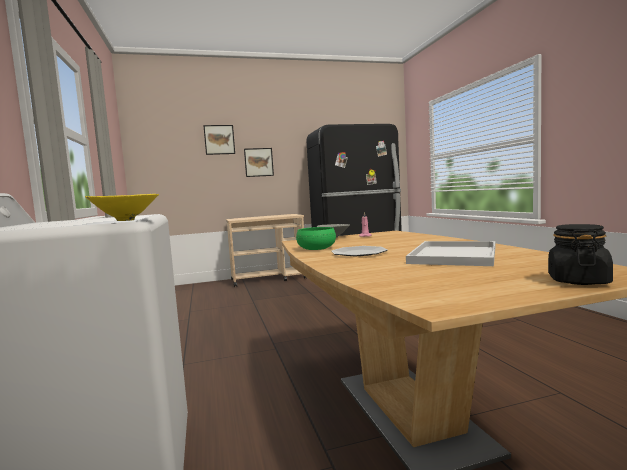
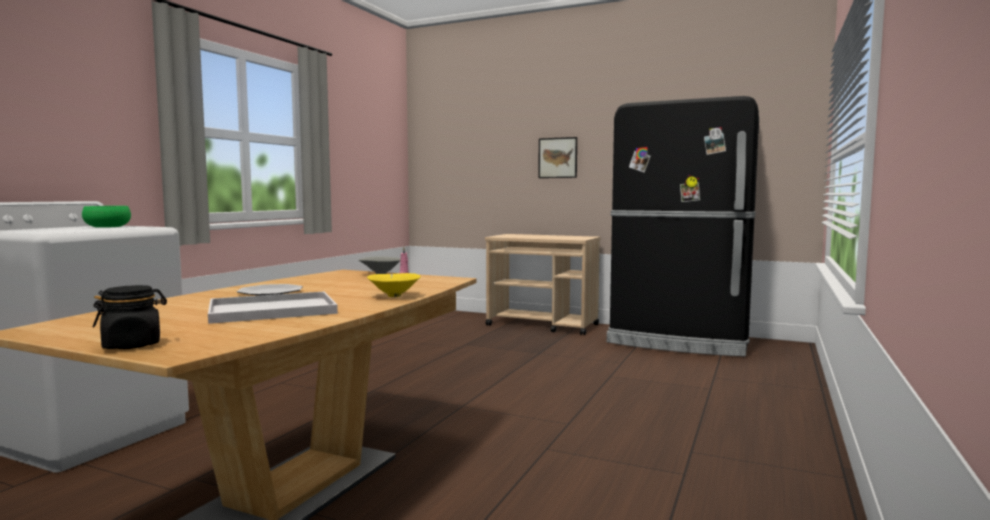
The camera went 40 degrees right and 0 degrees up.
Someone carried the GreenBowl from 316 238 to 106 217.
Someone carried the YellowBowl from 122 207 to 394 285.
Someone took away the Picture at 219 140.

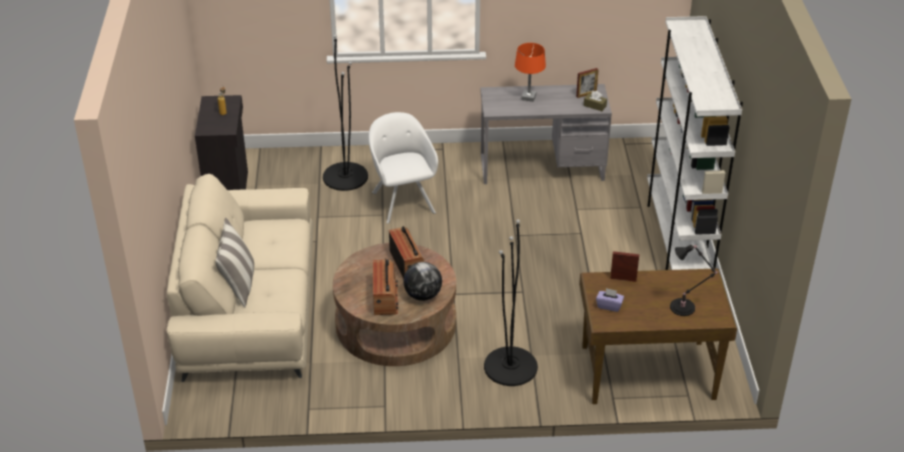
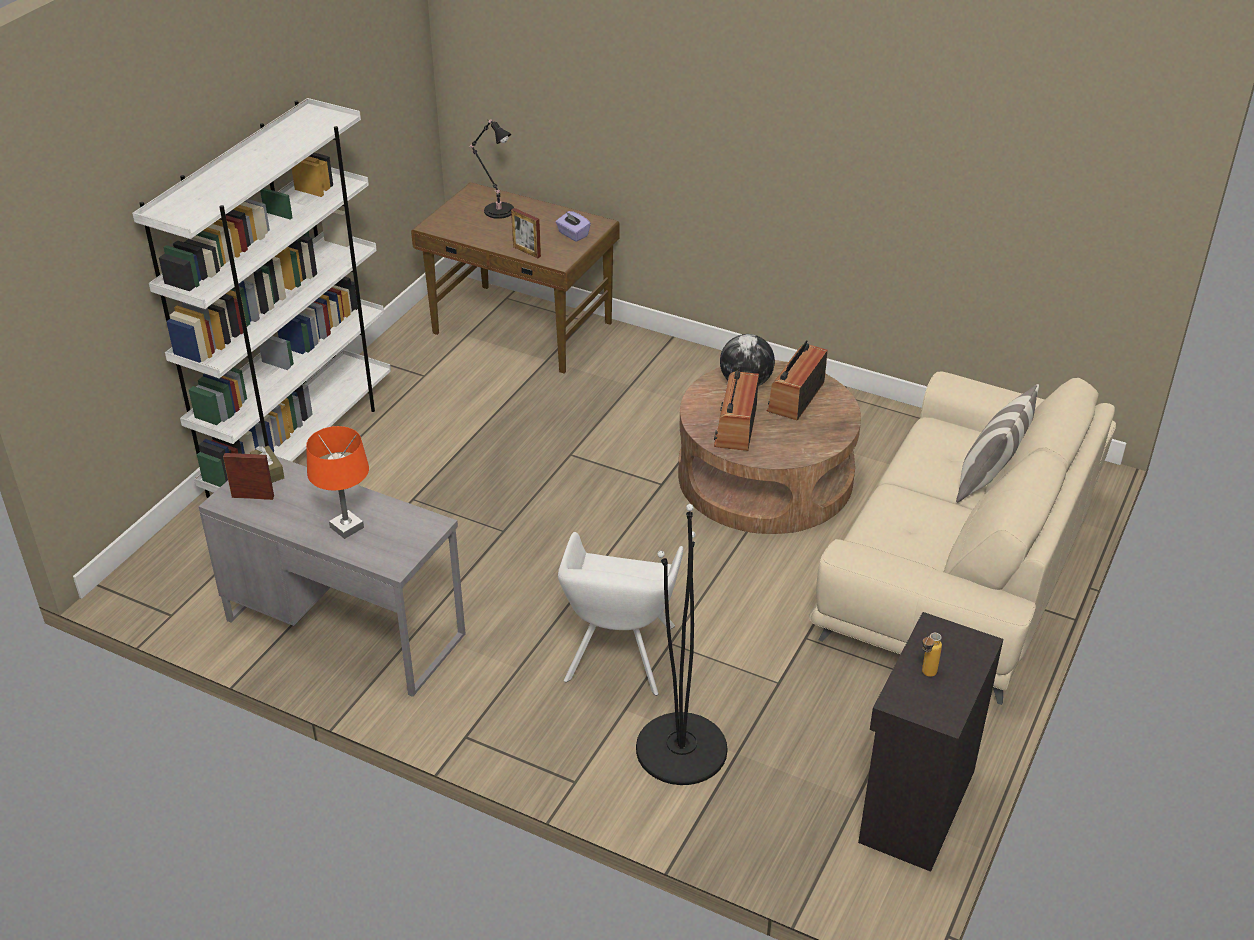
The camera went 150 degrees left and 0 degrees up.
Someone took away the BlackFloorLamp at 511 302.

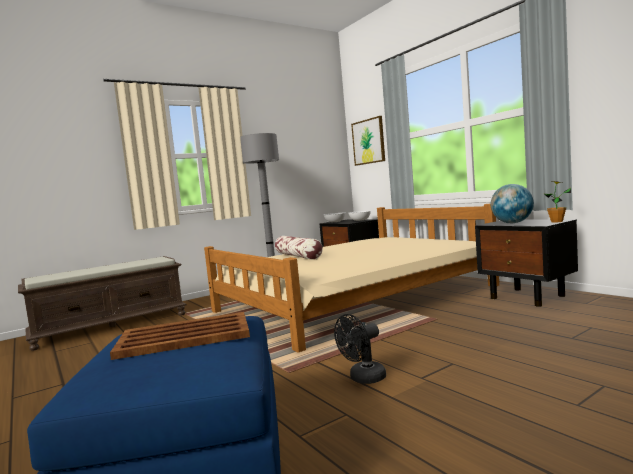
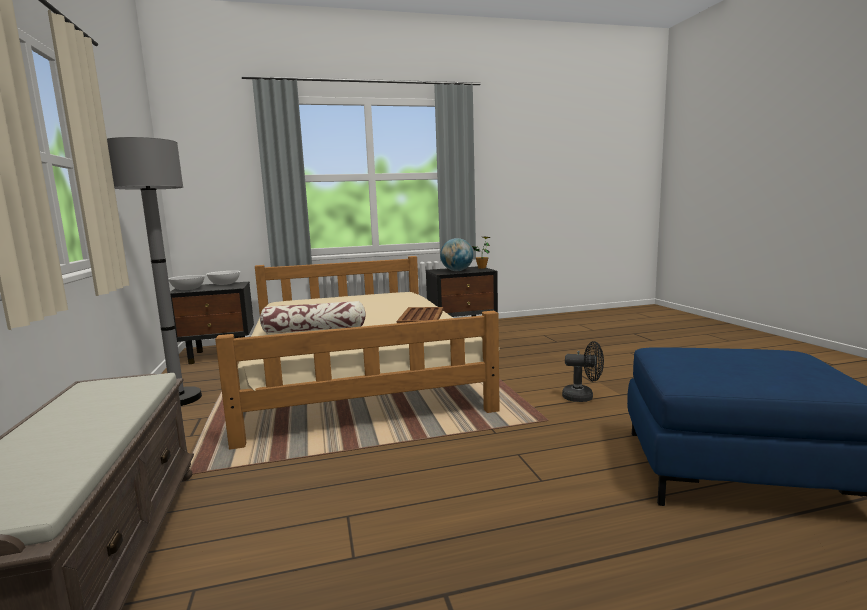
The camera went 70 degrees left and 5 degrees up.
Someone carried the BrownTray from 180 336 to 420 315.
Someone rotated the BlackFan at 360 349 by 60 degrees counterclockwise.
Someone took away the Picture at 368 141.

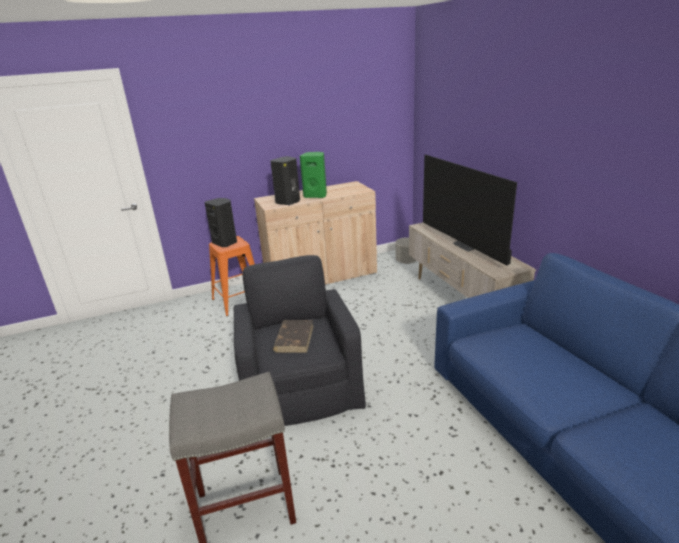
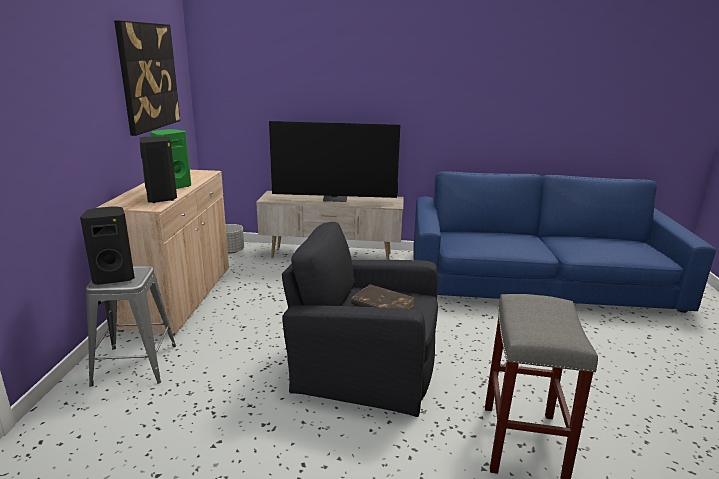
The camera went 65 degrees left and 5 degrees down.
Someone repainted the OrangeStool at 232 276, which became the GreyStool at 131 326.
Someone put up the Picture at 147 78.

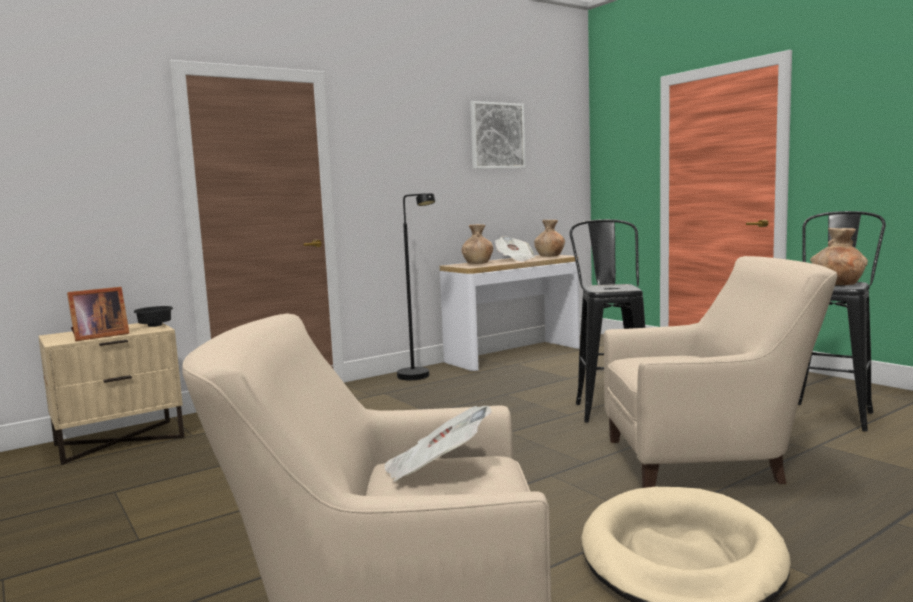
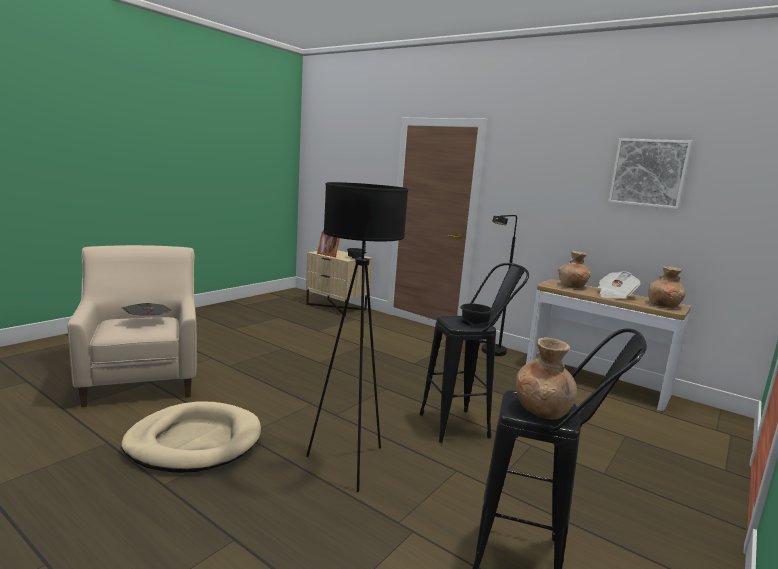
The camera went 70 degrees right and 5 degrees up.
Someone swapped the BeigeArmchair at 720 372 for the BlackFloorLamp at 357 337.
Someone put down the BlackBowl at 476 313.

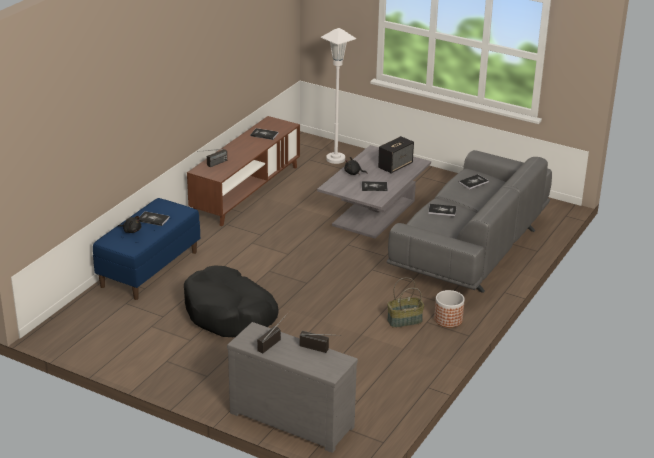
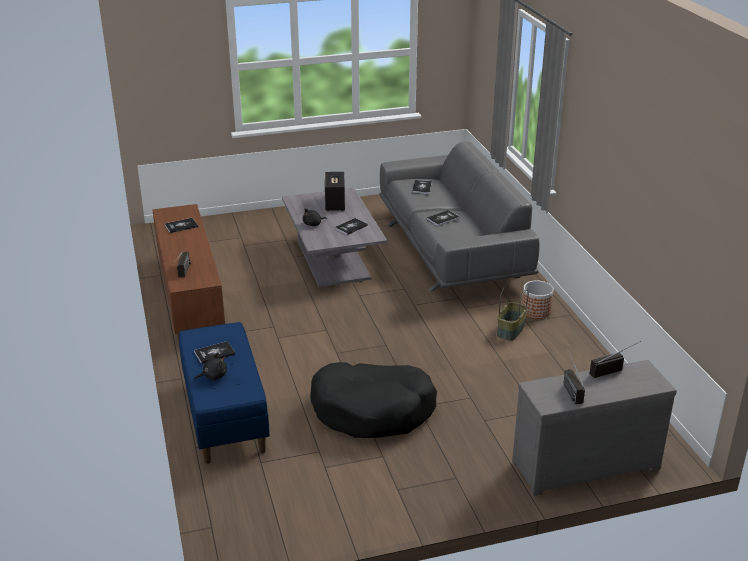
The camera went 45 degrees left and 0 degrees up.
Someone took away the WhiteFloorLamp at 338 96.

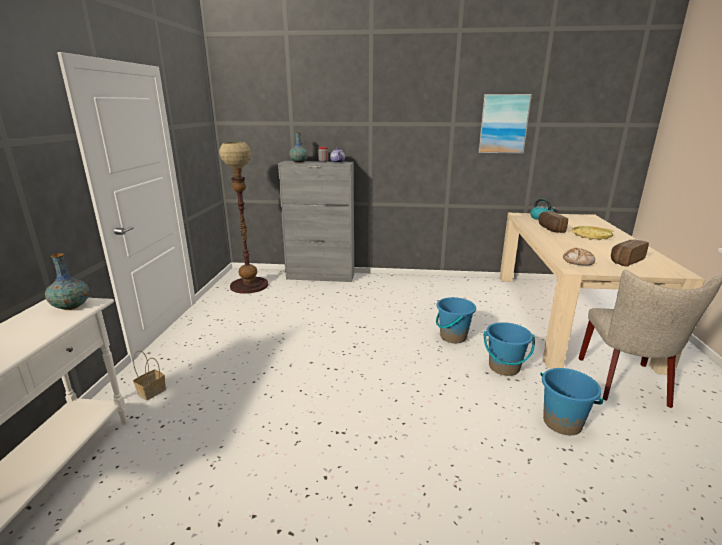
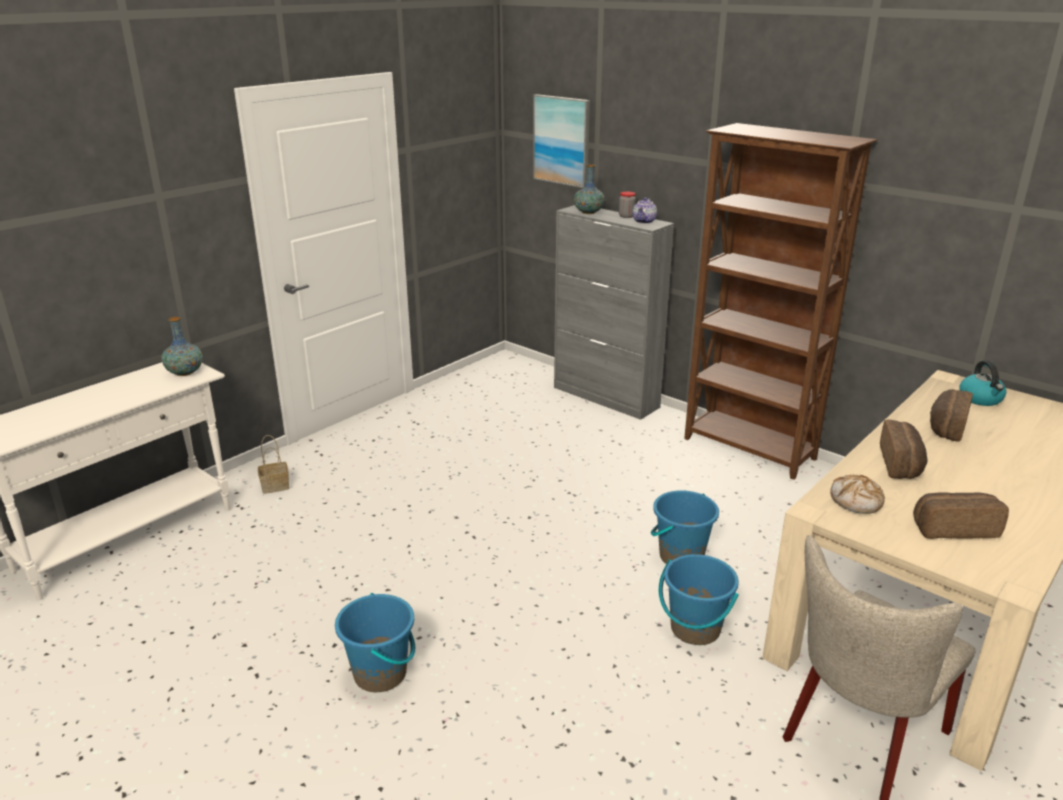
The camera went 35 degrees right and 5 degrees up.
Someone carried the BlueBucket from 572 402 to 375 642.
Someone carried the Picture from 505 123 to 561 141.
Someone put down the BrownBookcase at 780 301.
Someone put down the Bread at 904 449.
Someone took away the FloorLamp at 243 218.
Someone took away the YellowTray at 592 233.

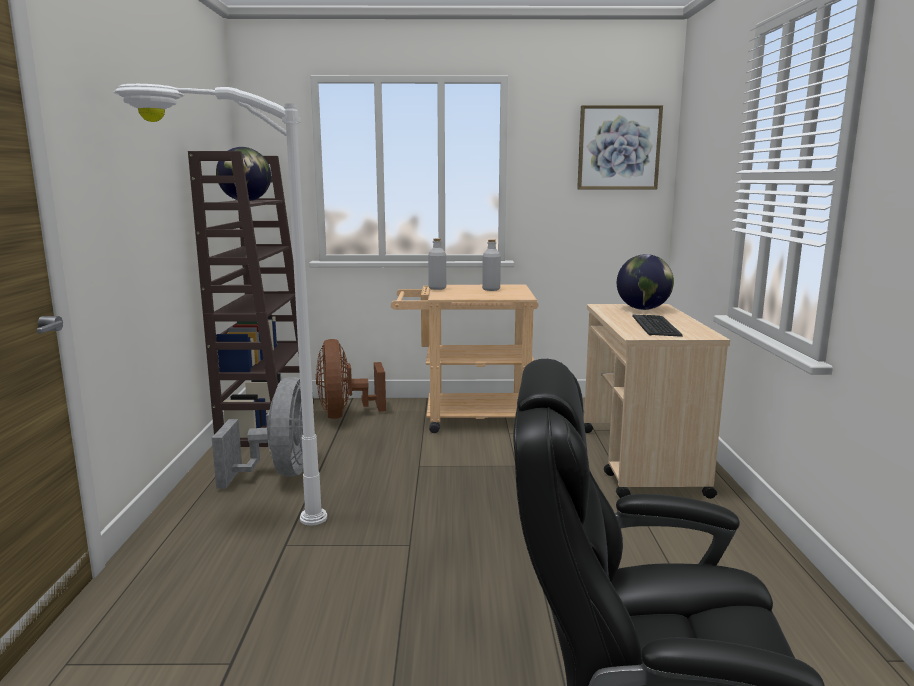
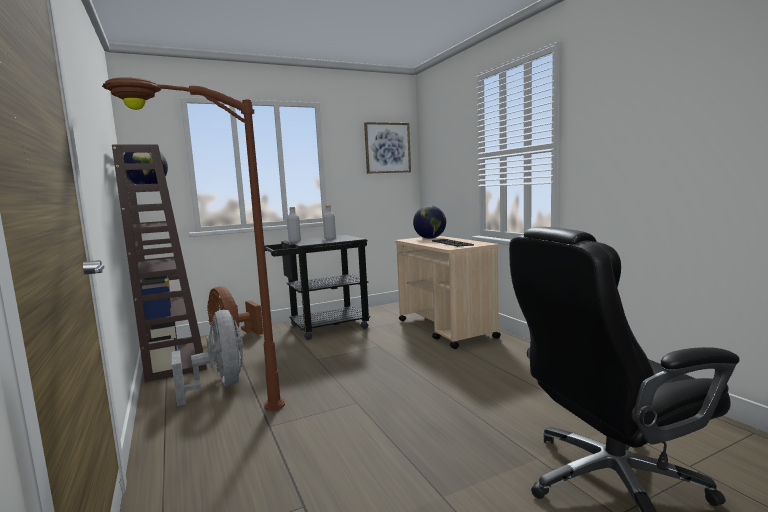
The camera went 25 degrees left and 5 degrees down.
Someone repainted the WhiteFloorLamp at 220 305, which became the BrownFloorLamp at 193 244.
Someone repainted the BeigeCart at 464 359, which became the BlackCart at 317 287.

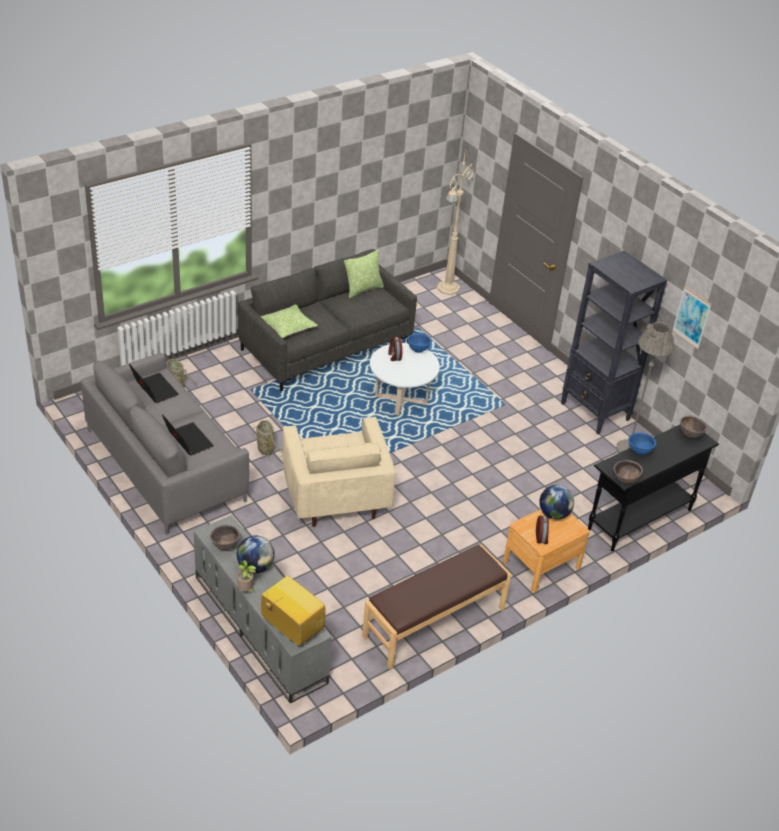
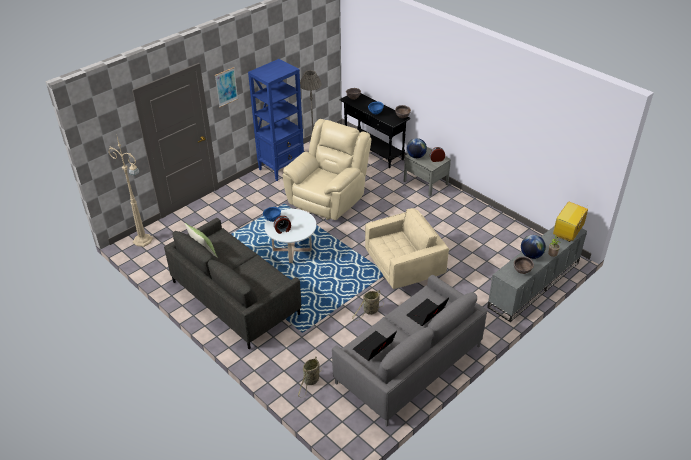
The camera went 95 degrees left and 0 degrees up.
Someone carried the Picture from 692 318 to 226 87.
Someone repainted the BlackBookcase at 614 342, which became the BlueBookcase at 276 120.
Someone put down the BeigeArmchair at 327 169.
Someone repainted the BrownNightstand at 546 551, which became the GreyNightstand at 427 171.
Someone took away the Pillow at 289 321.
Someone took away the BrownBench at 436 606.

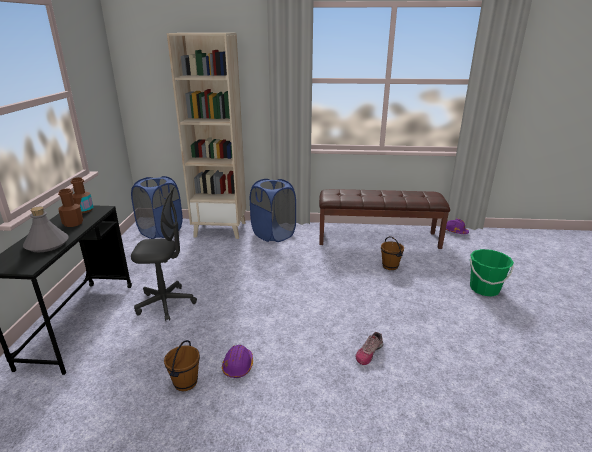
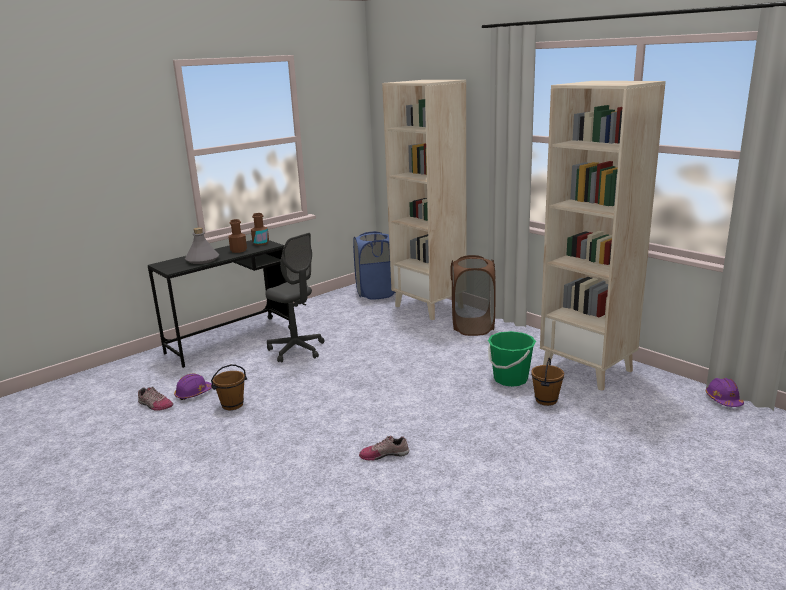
The camera went 45 degrees right and 5 degrees down.
Someone put down the Shoe at 155 399.
Someone carried the PurpleHardHat from 237 361 to 193 387.
Someone repainted the BlueLaundryBasket at 273 210, which became the BrownLaundryBasket at 473 295.
Someone carried the GreenBucket from 492 272 to 512 359.
Someone swapped the BrownBench at 384 219 for the BeigeBookcase at 603 236.

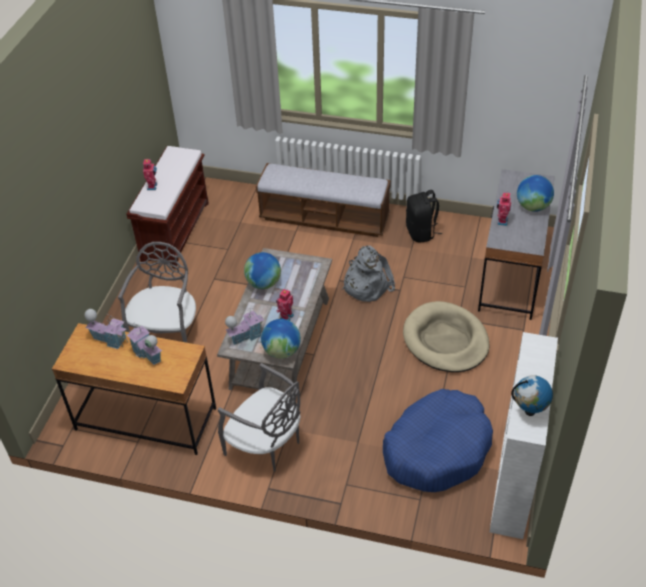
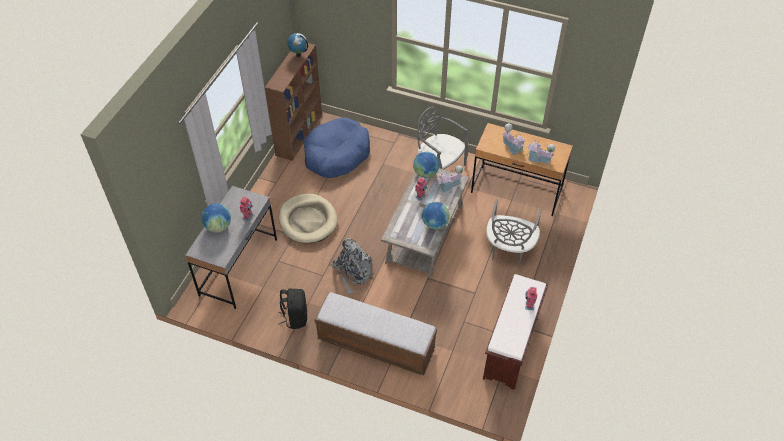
The camera went 175 degrees left and 5 degrees up.
Someone repainted the WhiteBookcase at 524 435, which became the BrownBookcase at 293 102.

